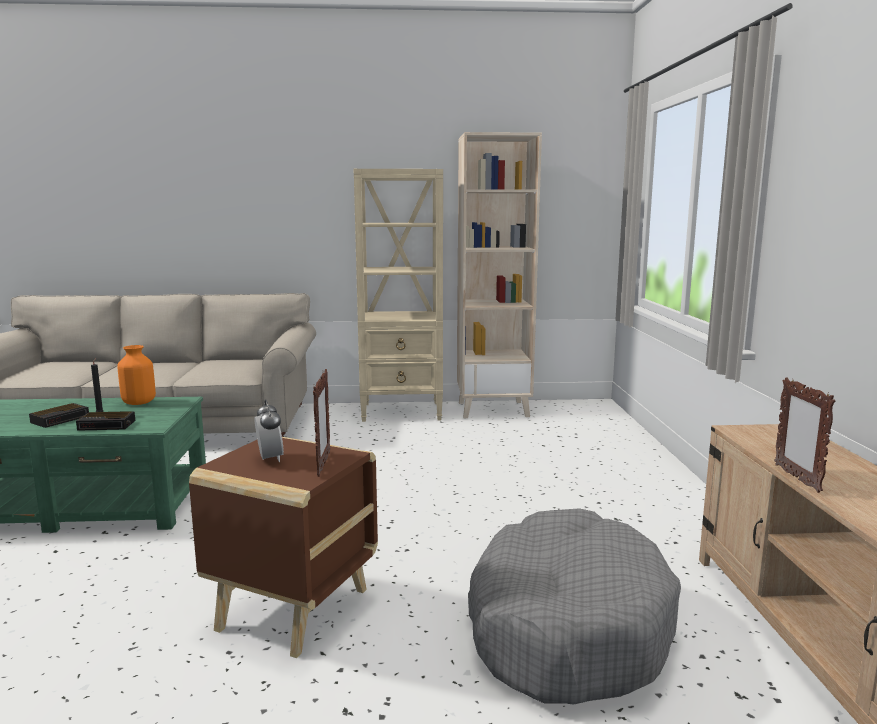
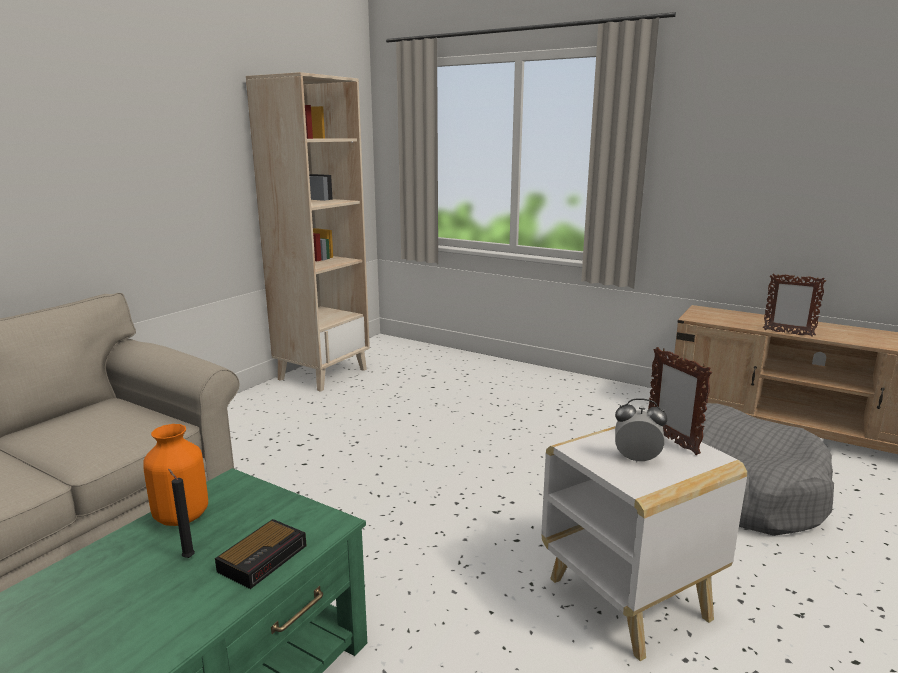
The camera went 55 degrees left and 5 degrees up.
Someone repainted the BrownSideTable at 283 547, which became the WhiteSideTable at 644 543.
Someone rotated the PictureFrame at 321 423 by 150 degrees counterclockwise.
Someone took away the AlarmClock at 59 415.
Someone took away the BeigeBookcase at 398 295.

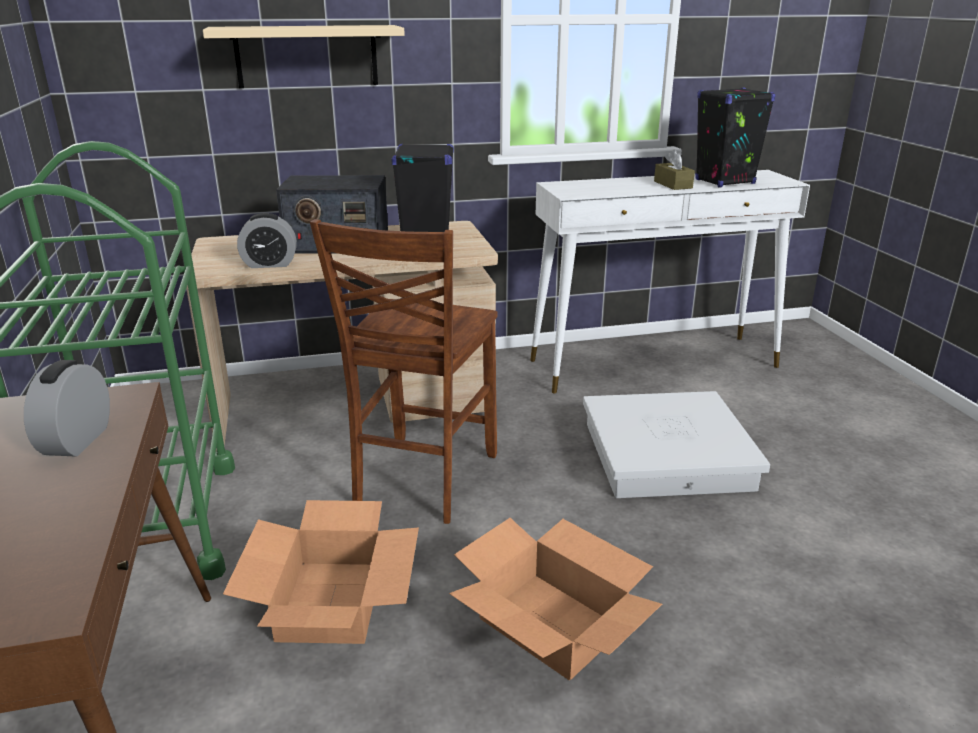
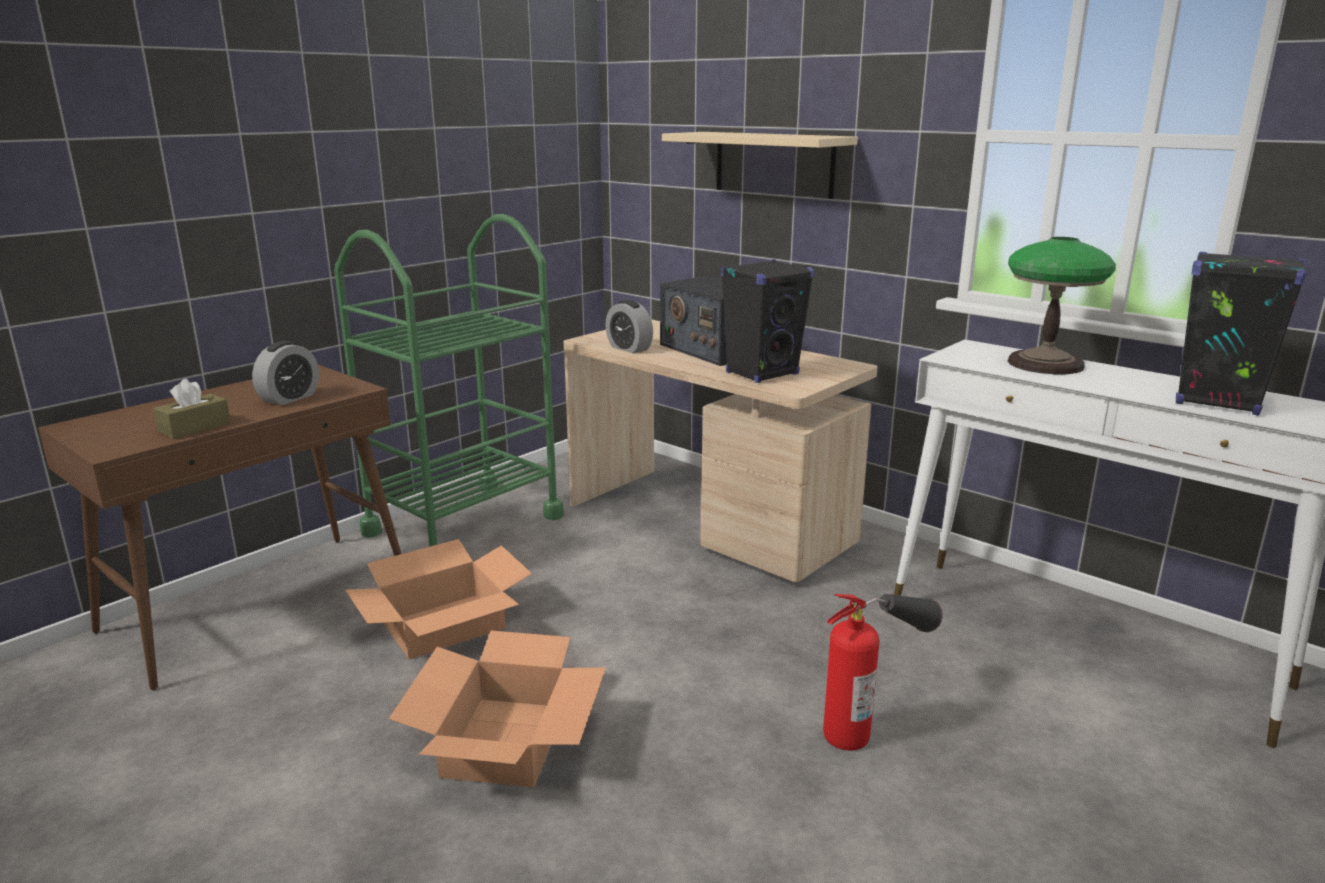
The camera went 55 degrees right and 5 degrees down.
Someone carried the BrownTissueBox from 674 170 to 192 409.
Someone rotated the AlarmClock at 67 408 by 150 degrees clockwise.
Someone swapped the WhiteStorageBox at 676 444 for the FireExtinguisher at 883 672.
Someone put down the TableLamp at 1062 305.
Someone took away the BrownChair at 404 371.

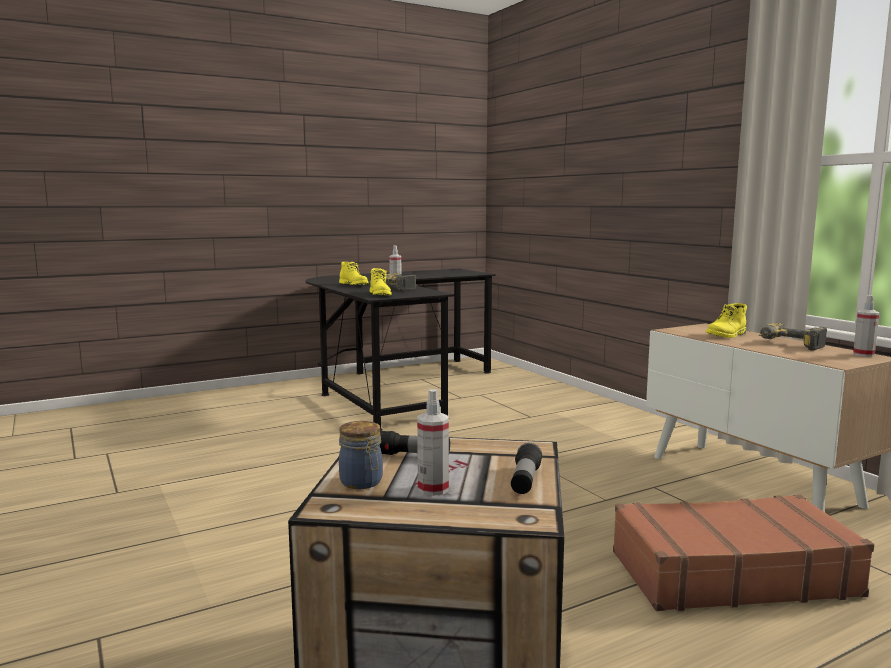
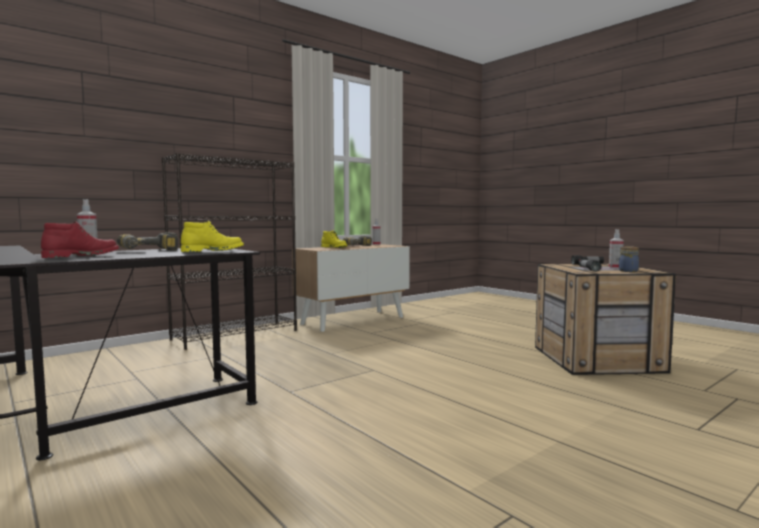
The camera went 100 degrees left and 5 degrees down.
Someone repainted the YellowBoot at 354 273, which became the RedBoot at 80 239.
Someone put down the BlackBookcase at 229 251.
Someone took away the BrownSuitcase at 743 553.

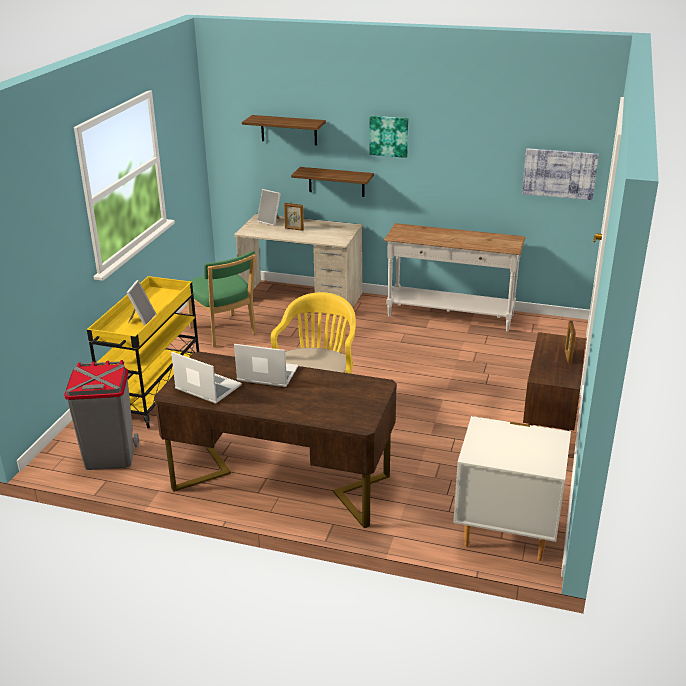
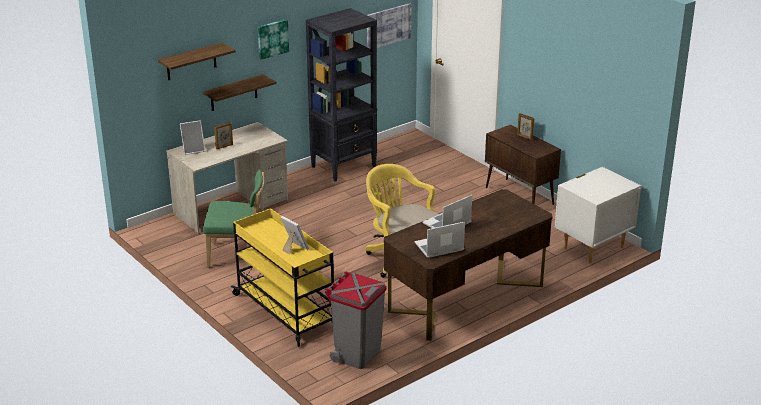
The camera went 55 degrees left and 0 degrees up.
Someone swapped the WhiteConsoleTable at 454 277 for the BlackBookcase at 341 95.

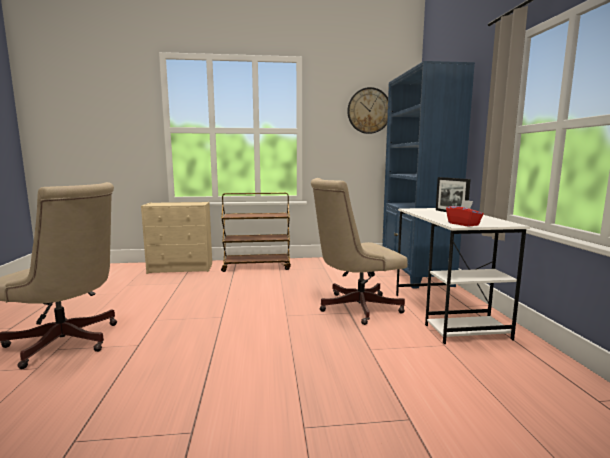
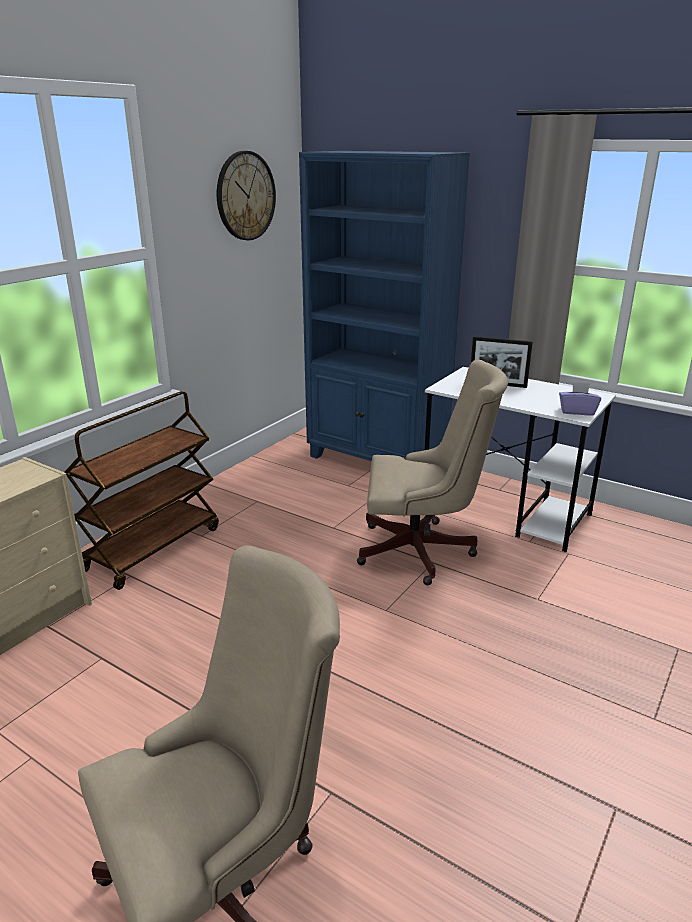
The camera went 50 degrees left and 15 degrees up.
Someone rotated the BeigeOfficeChair at 359 251 by 105 degrees counterclockwise.
Someone repainted the RedTissueBox at 465 213, which became the PurpleTissueBox at 580 399.

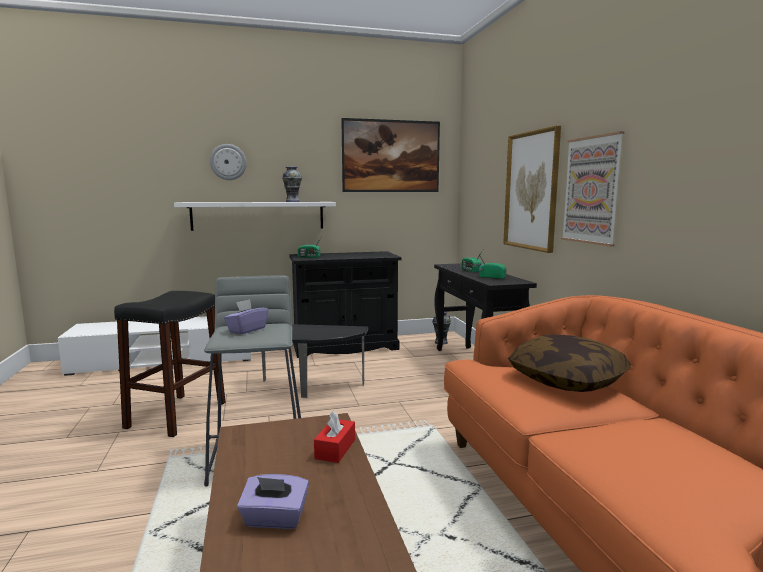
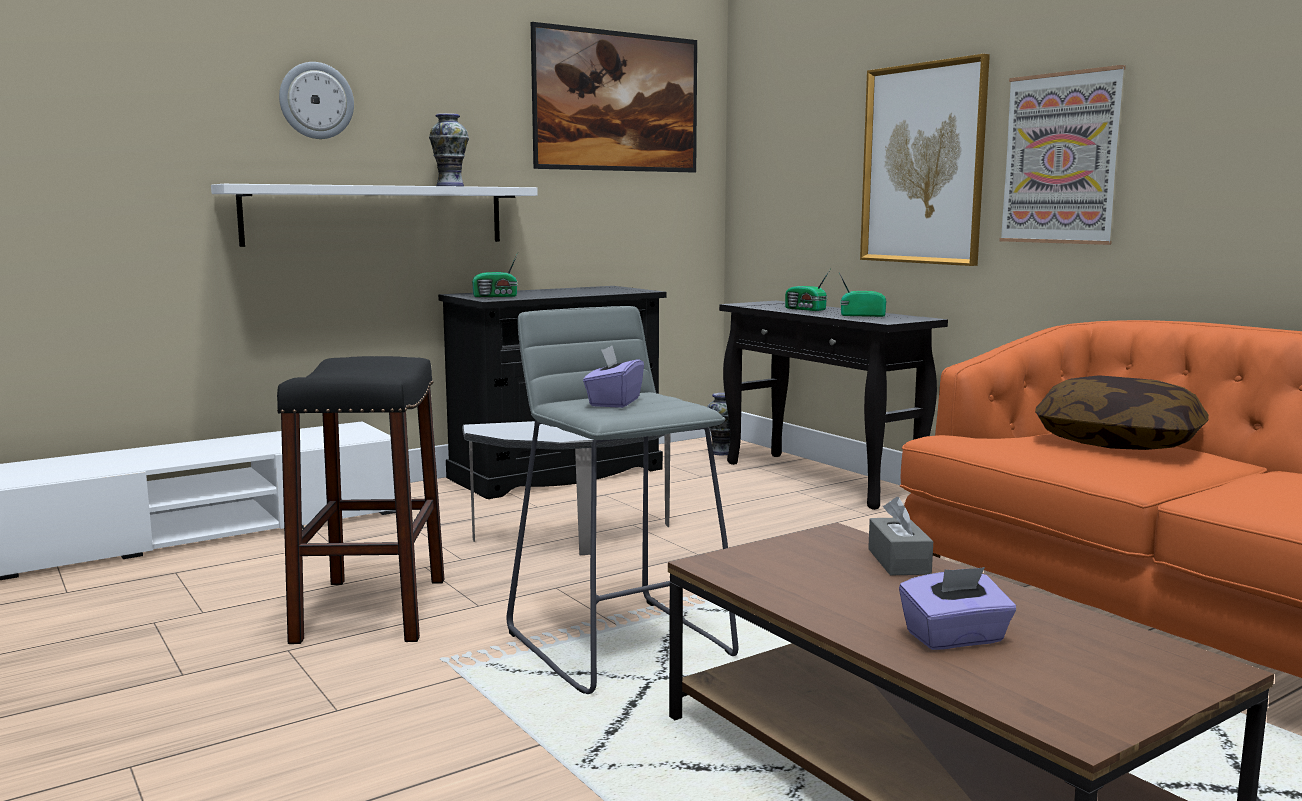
The camera went 20 degrees left and 0 degrees up.
Someone repainted the RedTissueBox at 334 437, which became the GreyTissueBox at 900 536.

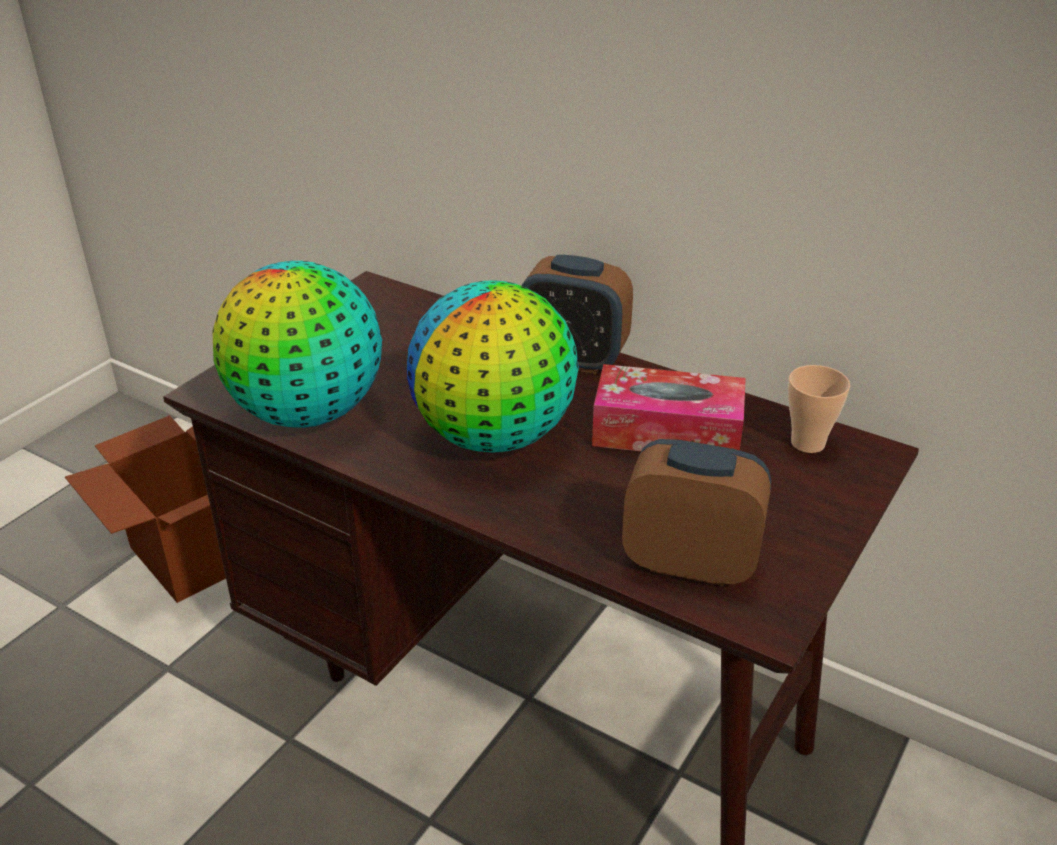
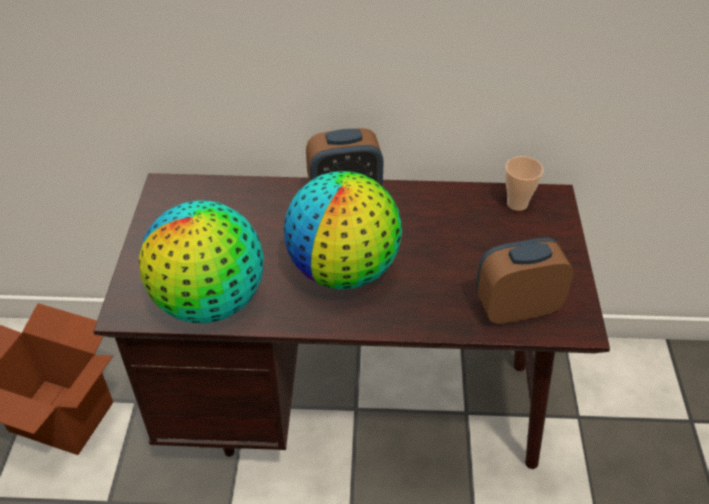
The camera went 30 degrees left and 10 degrees up.
Someone took away the TissueBox at 669 407.

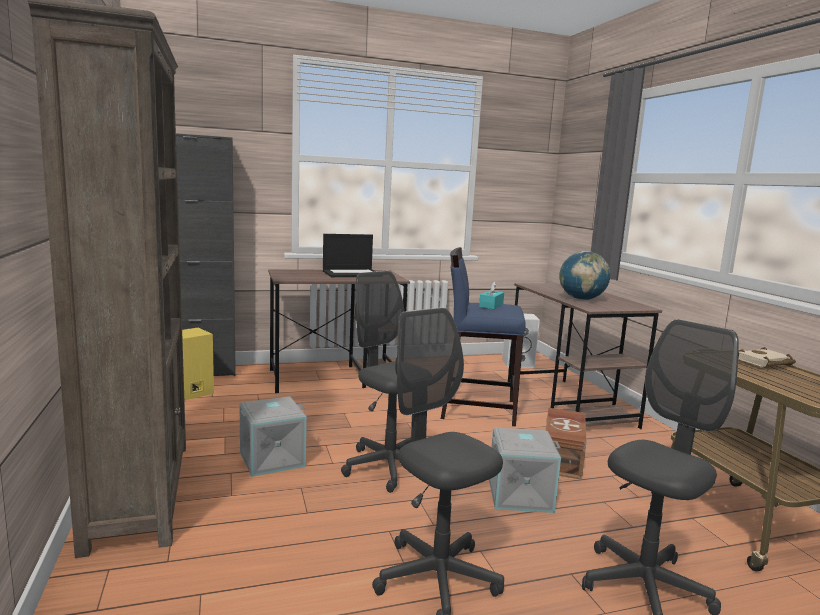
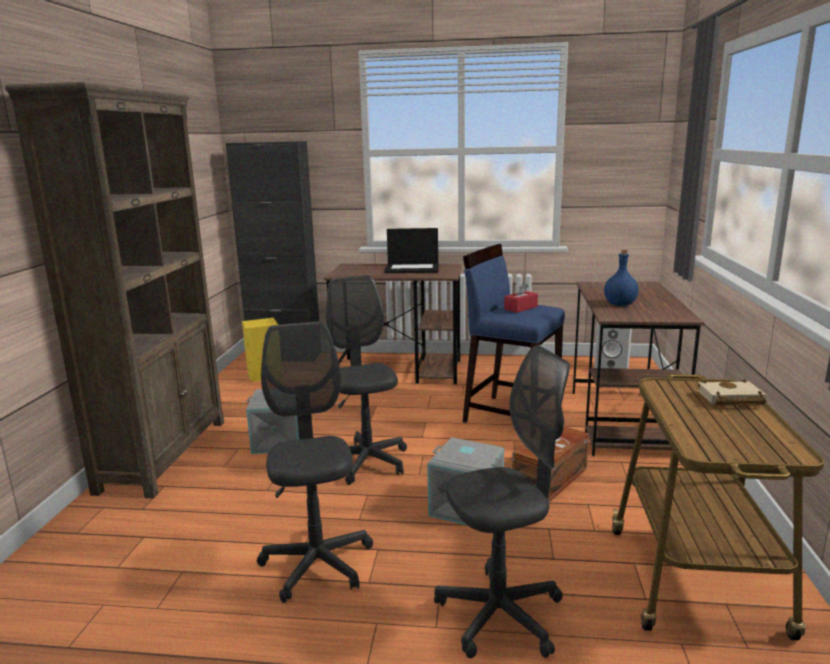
The camera went 25 degrees right and 5 degrees up.
Someone repainted the TurquoiseTissueBox at 491 295, which became the RedTissueBox at 521 297.
Someone swapped the Globe at 584 275 for the BlueBottle at 621 277.

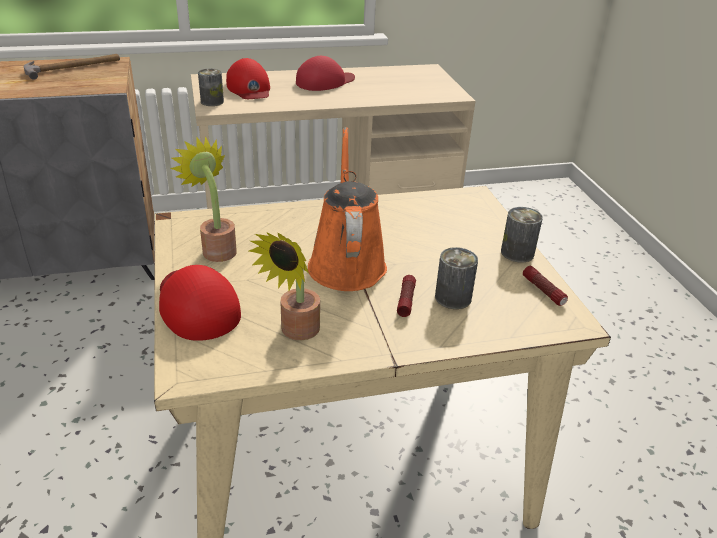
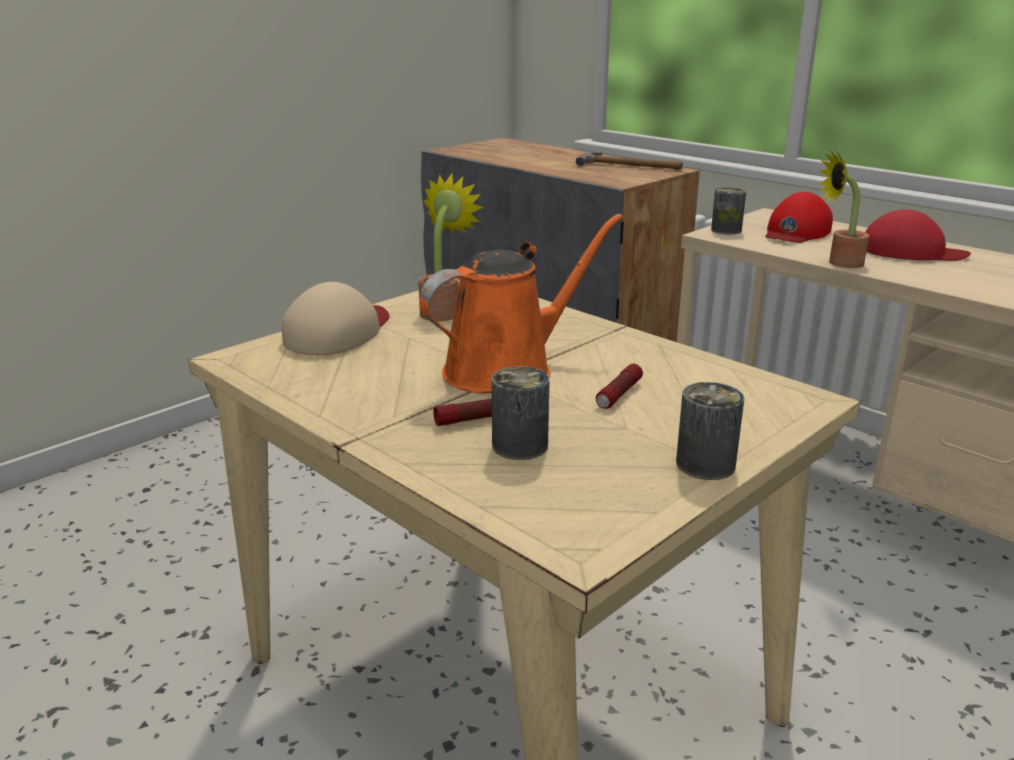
The camera went 60 degrees right and 10 degrees down.
Someone repainted the RedCap at 200 303, which became the BeigeCap at 335 318.
Someone carried the Flashlight from 545 286 to 619 386.
Someone carried the PottedPlant from 284 286 to 844 209.

